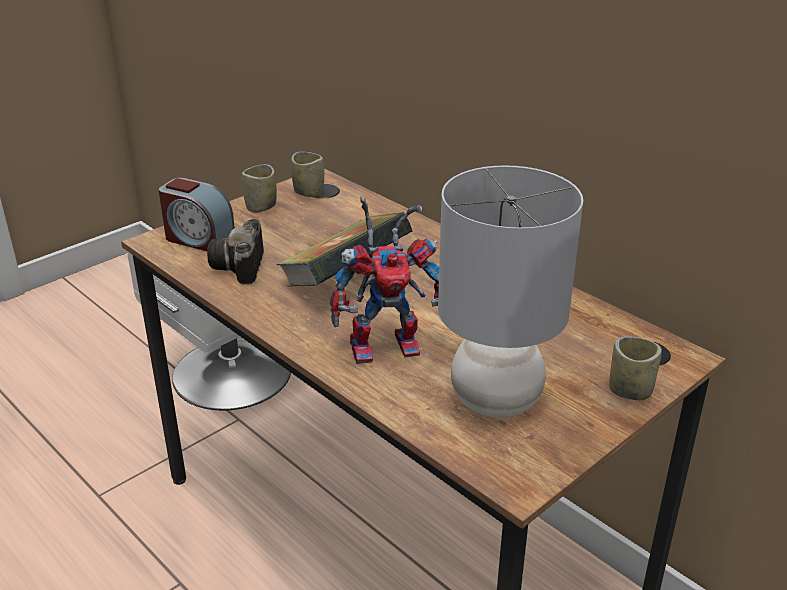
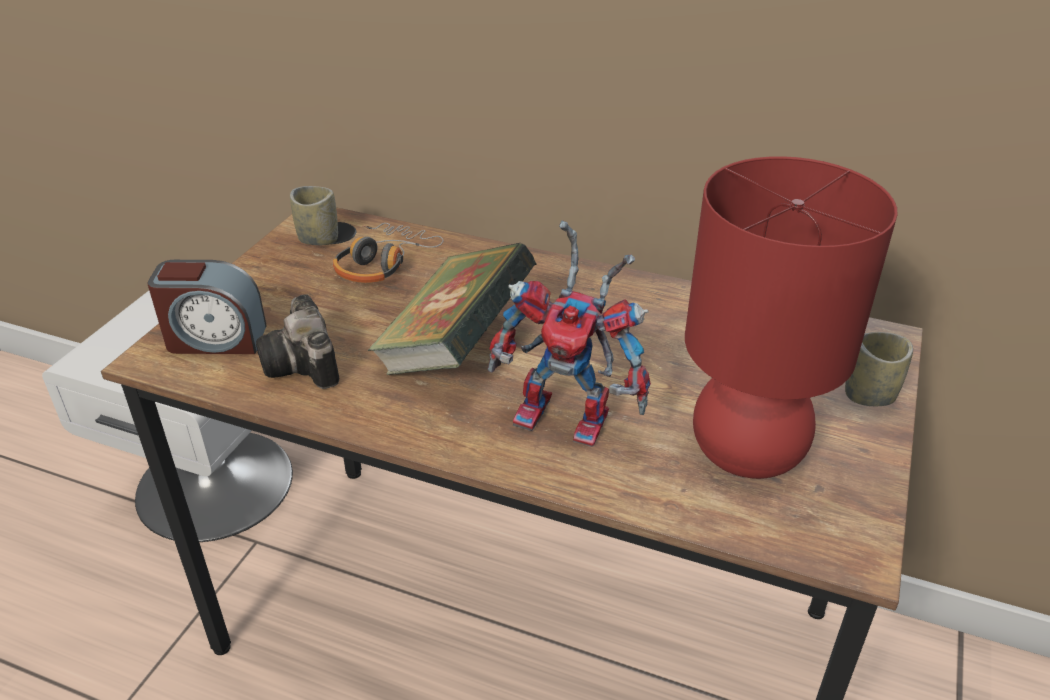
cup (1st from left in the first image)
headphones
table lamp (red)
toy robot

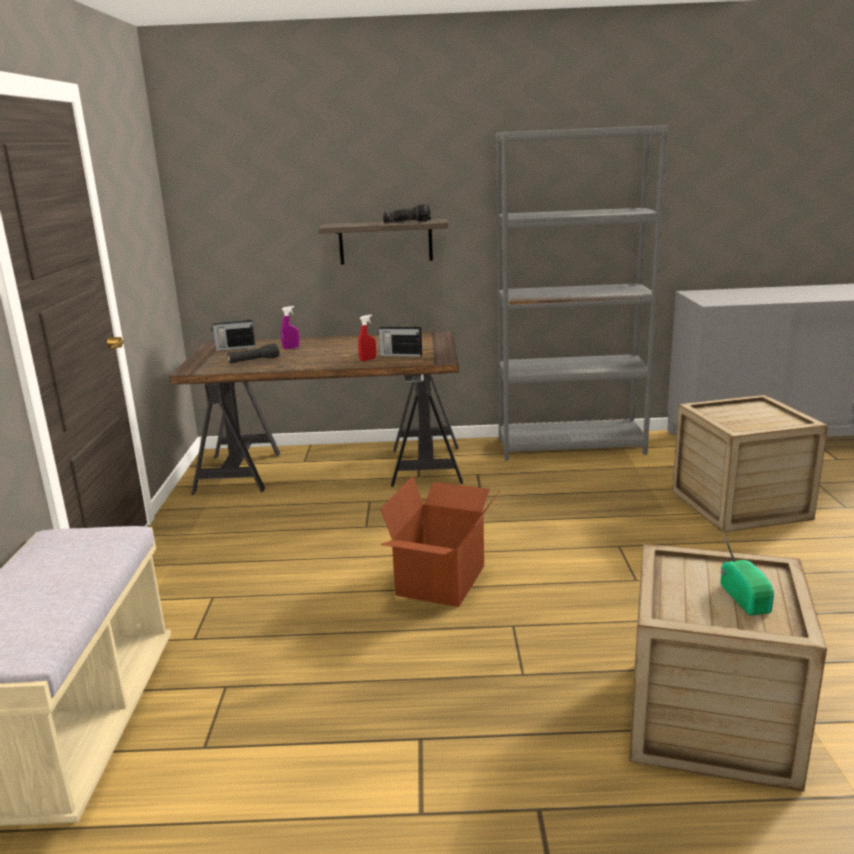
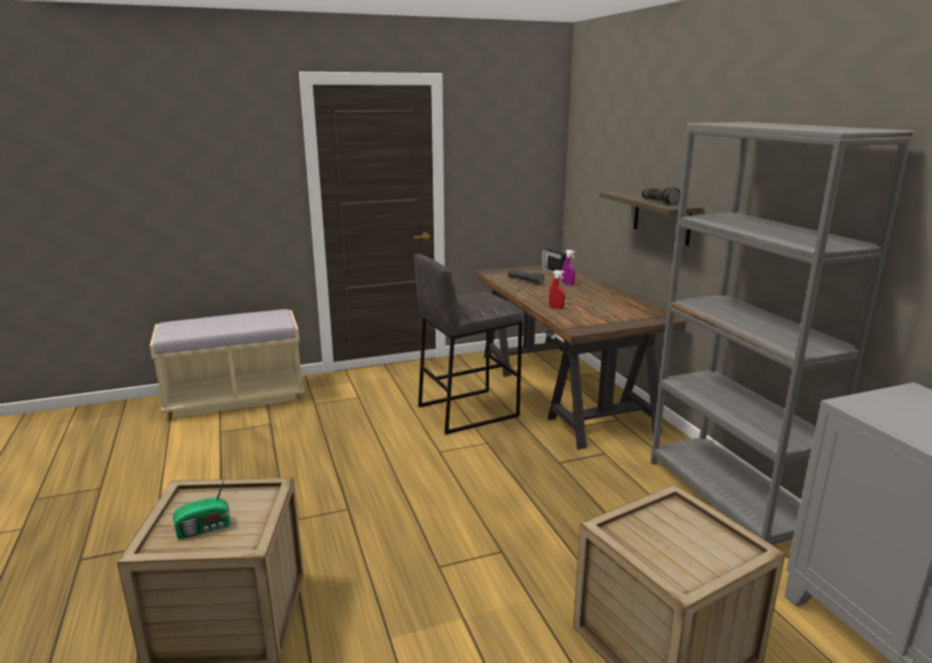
radio (2nd from left in the first image)
cardboard box
stool (grey)

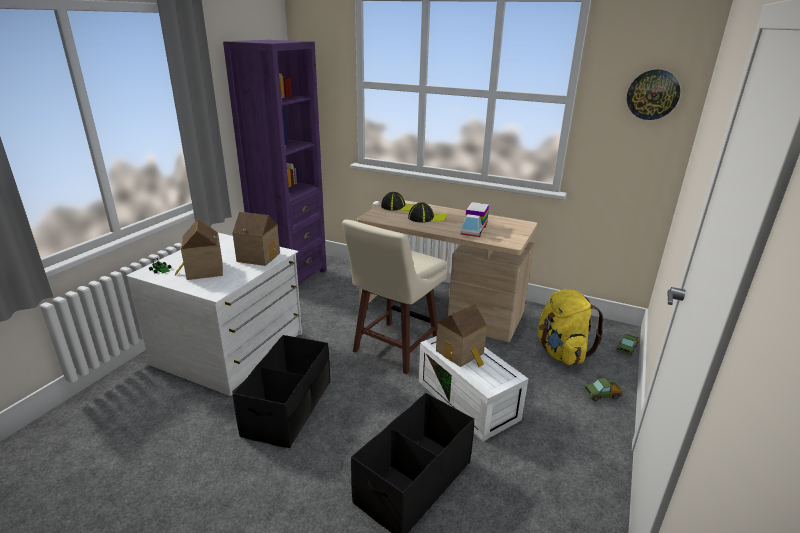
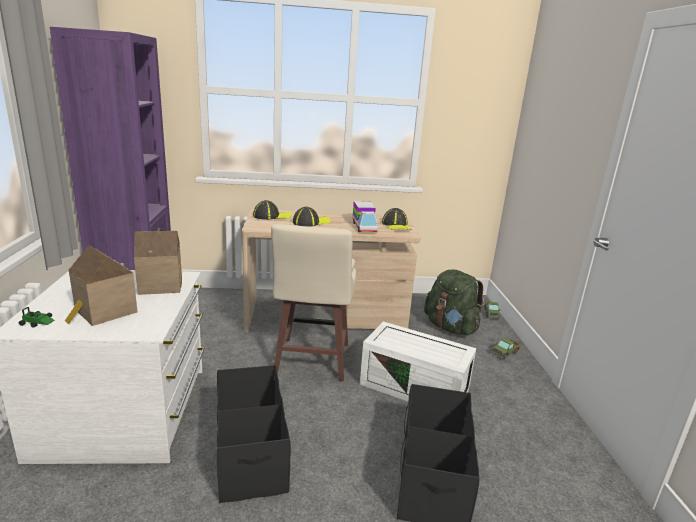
toy house (3rd from left in the first image)
wall clock
cap (3rd from left)
backpack (green)

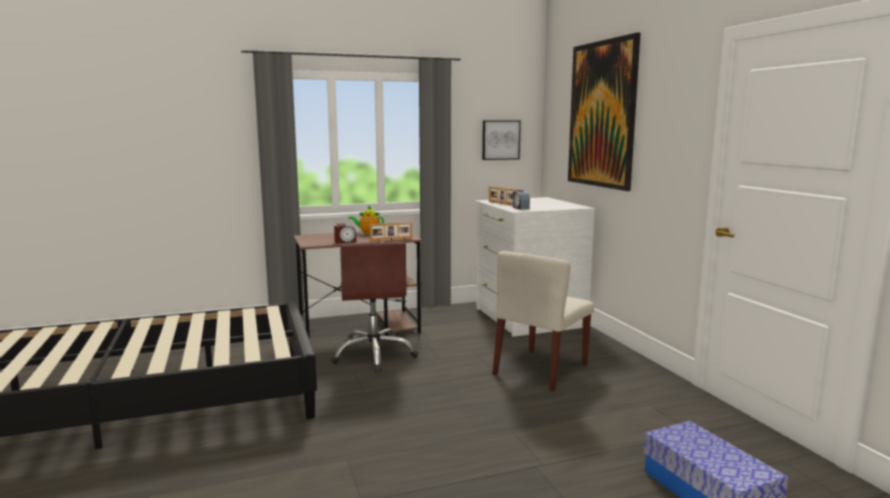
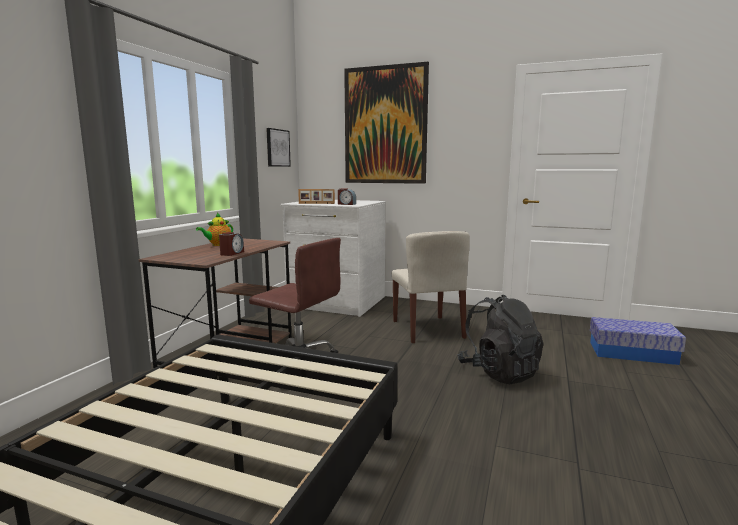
picture frame (1st from left in the first image)
backpack (black)

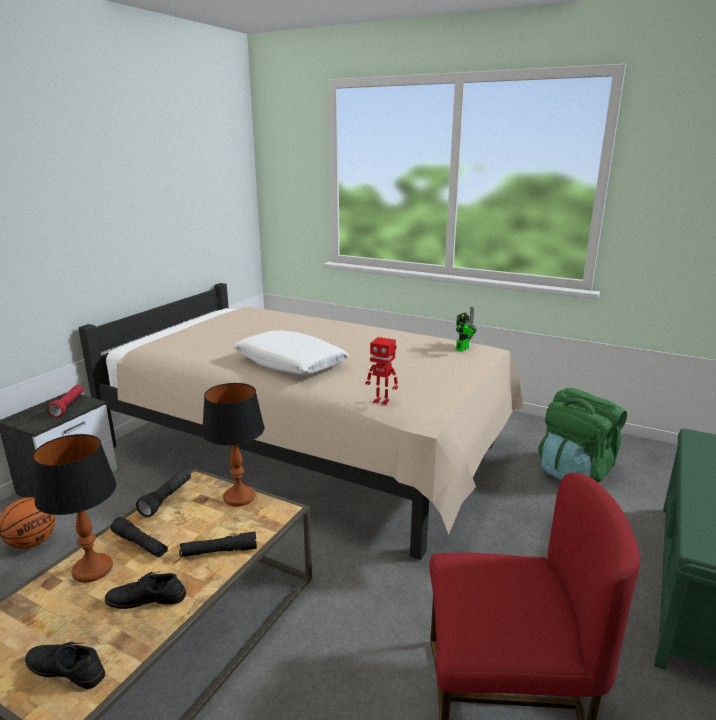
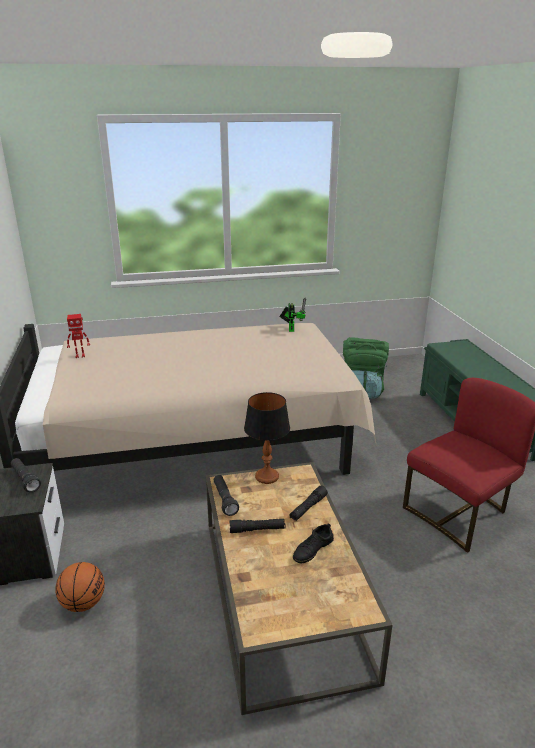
shoe (black) (1st from left in the first image)
table lamp (1st from left in the first image)
pillow (white)
toy robot (1st from left)
flashlight (black) (1st from left)

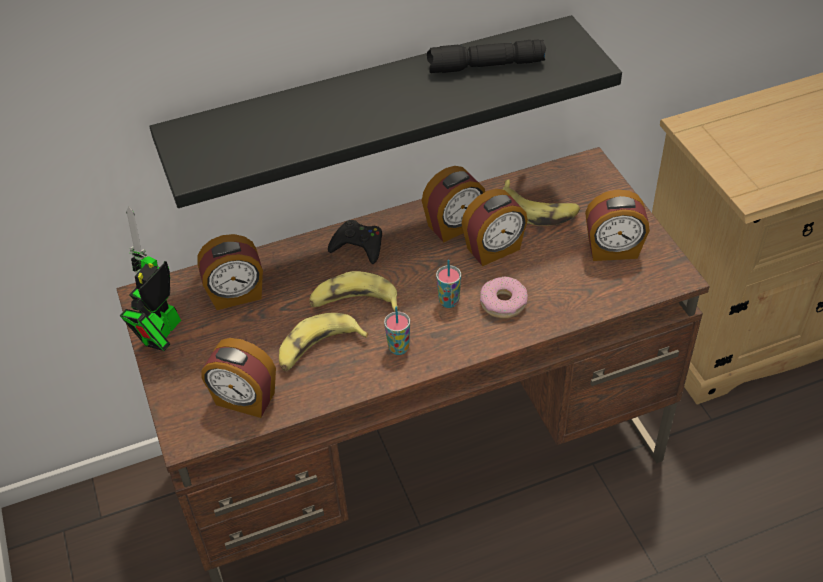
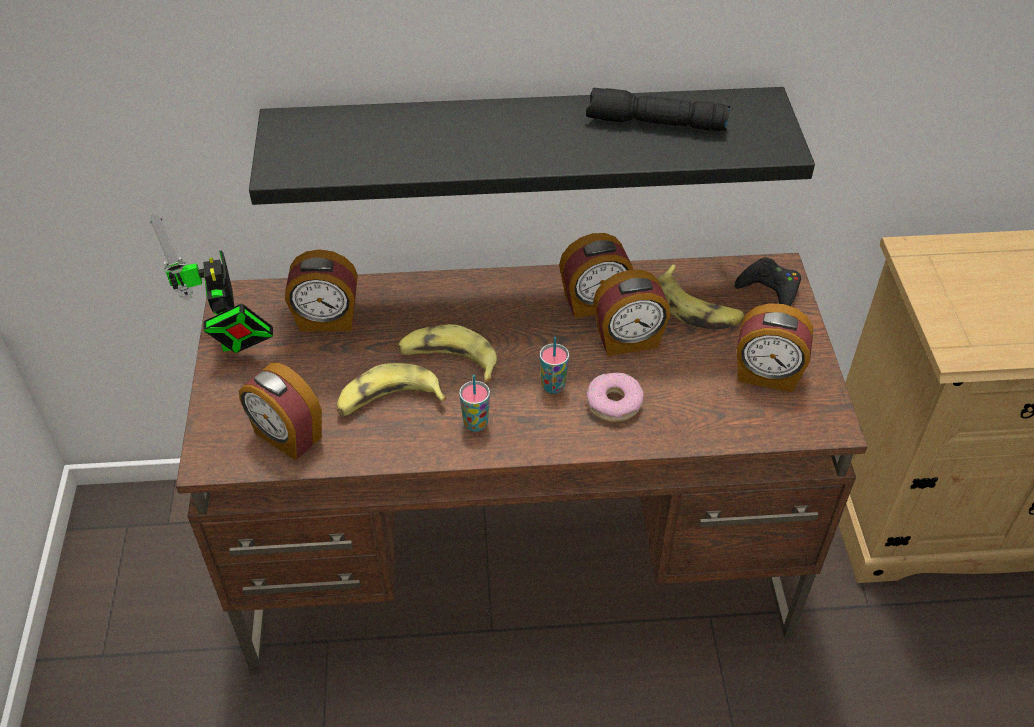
game controller (black)
toy robot

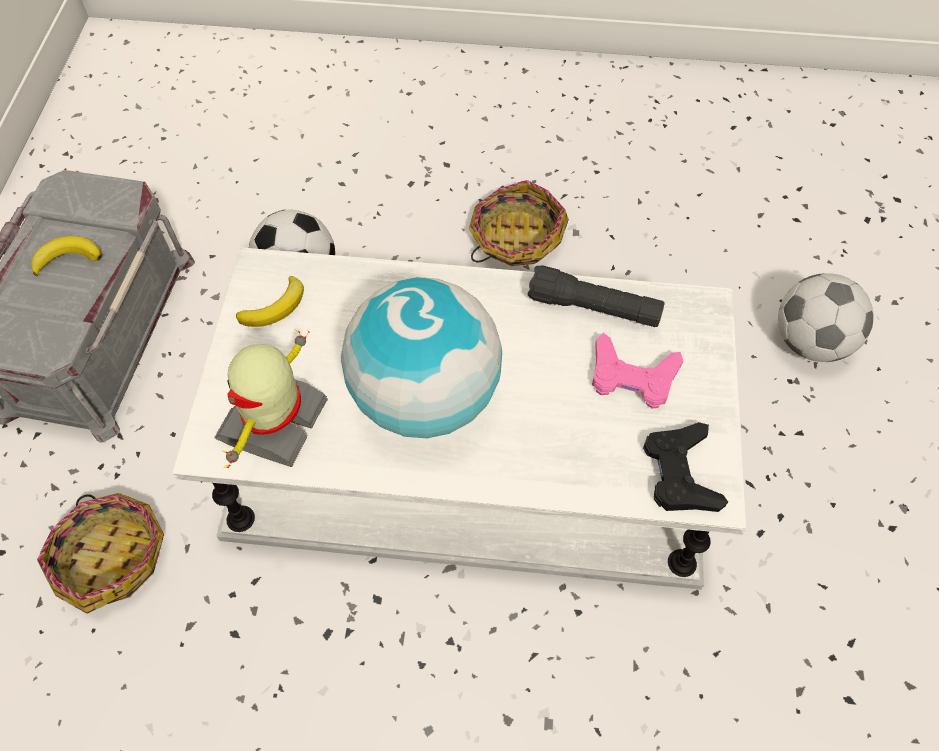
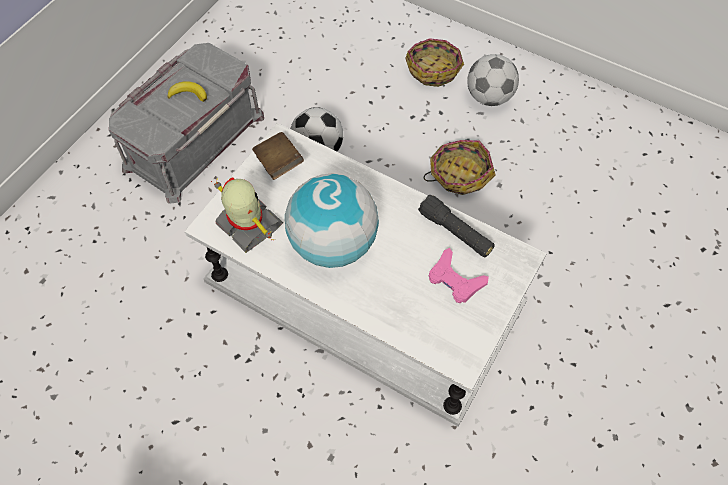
game controller (black)
basket (1st from left)
football (2nd from left)
book (brown)
toy robot

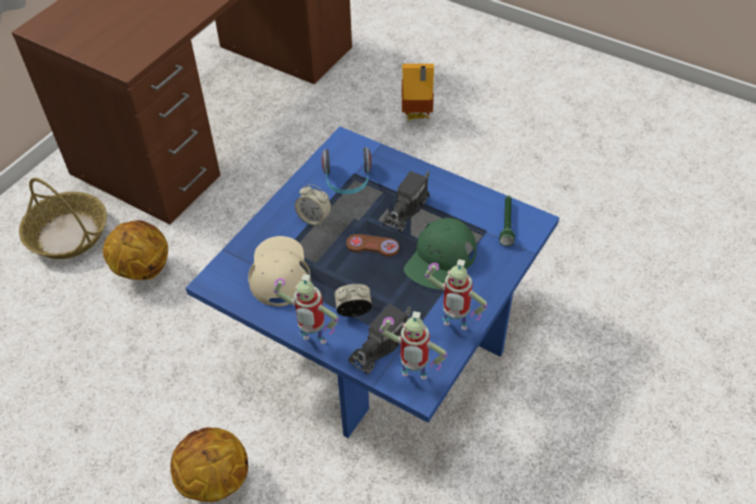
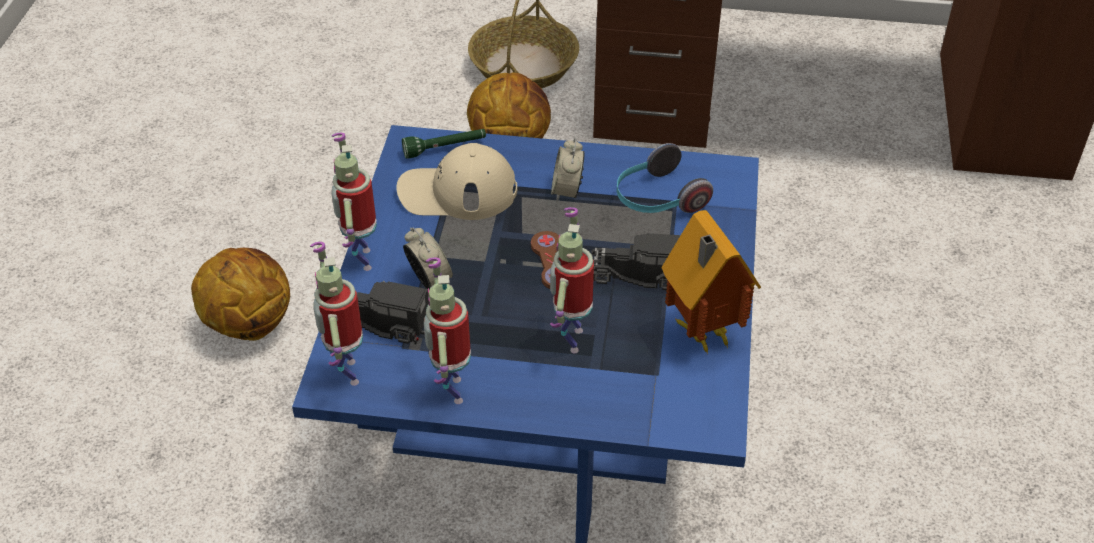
toy house
flashlight (green)
toy robot (4th from left)
cap (beige)

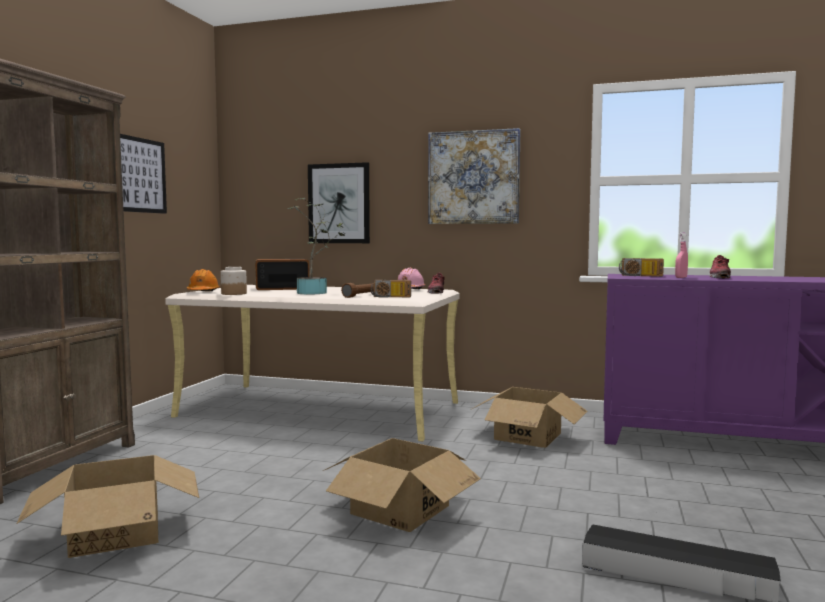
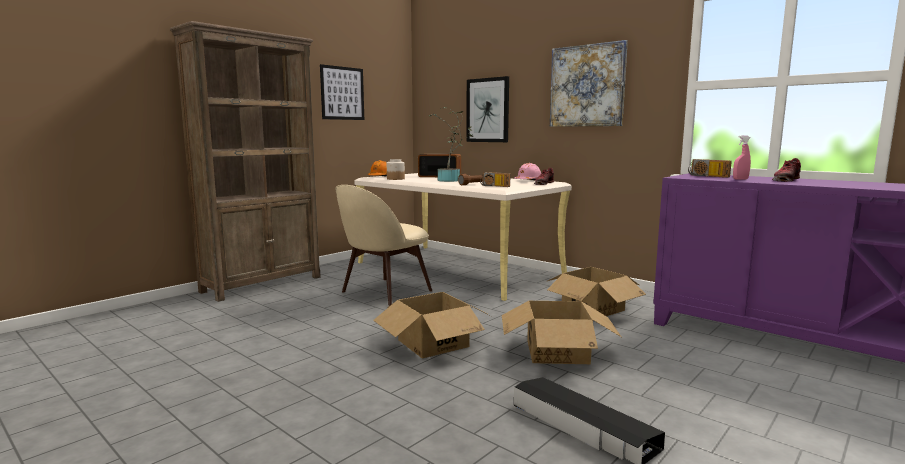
chair (beige)
cardboard box (2nd from left)

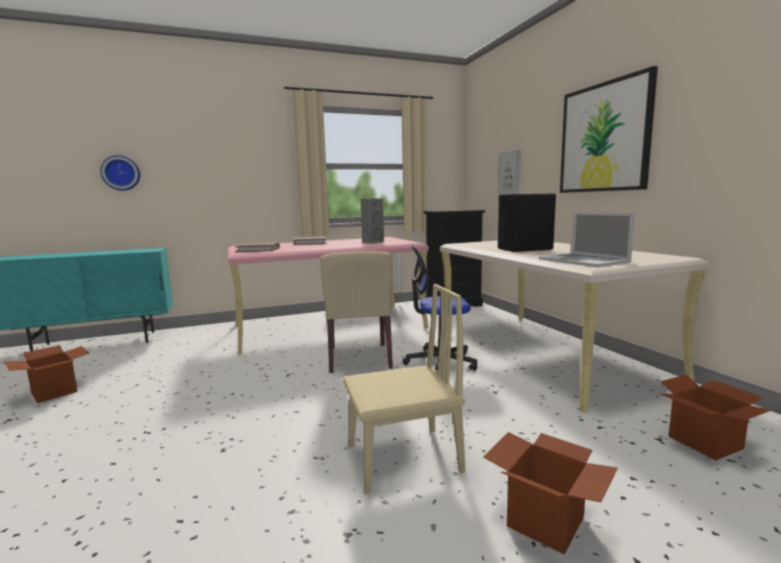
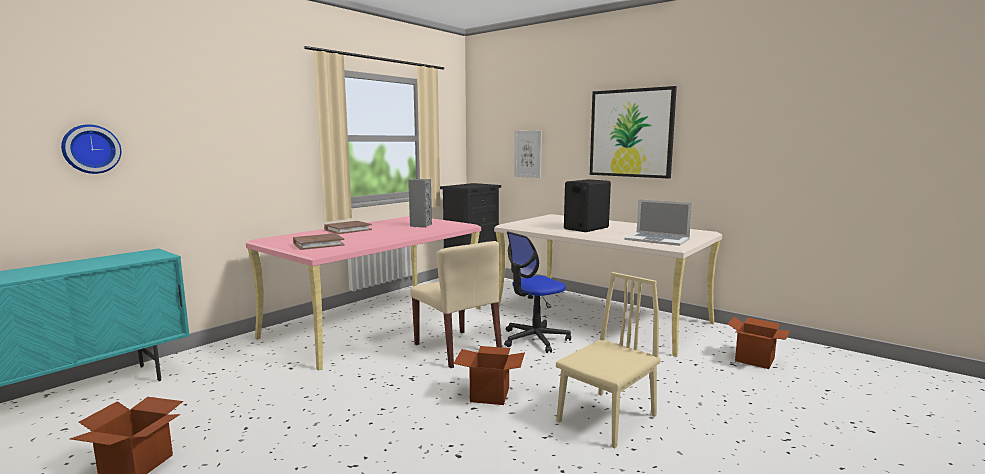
cardboard box (2nd from left)

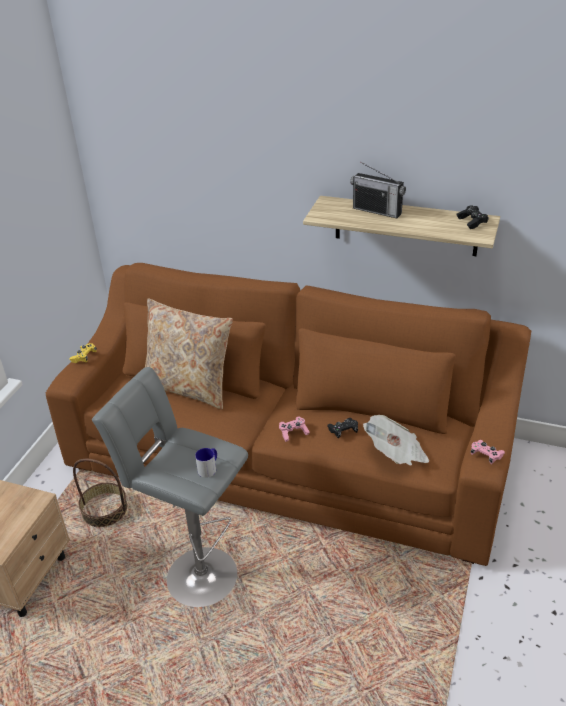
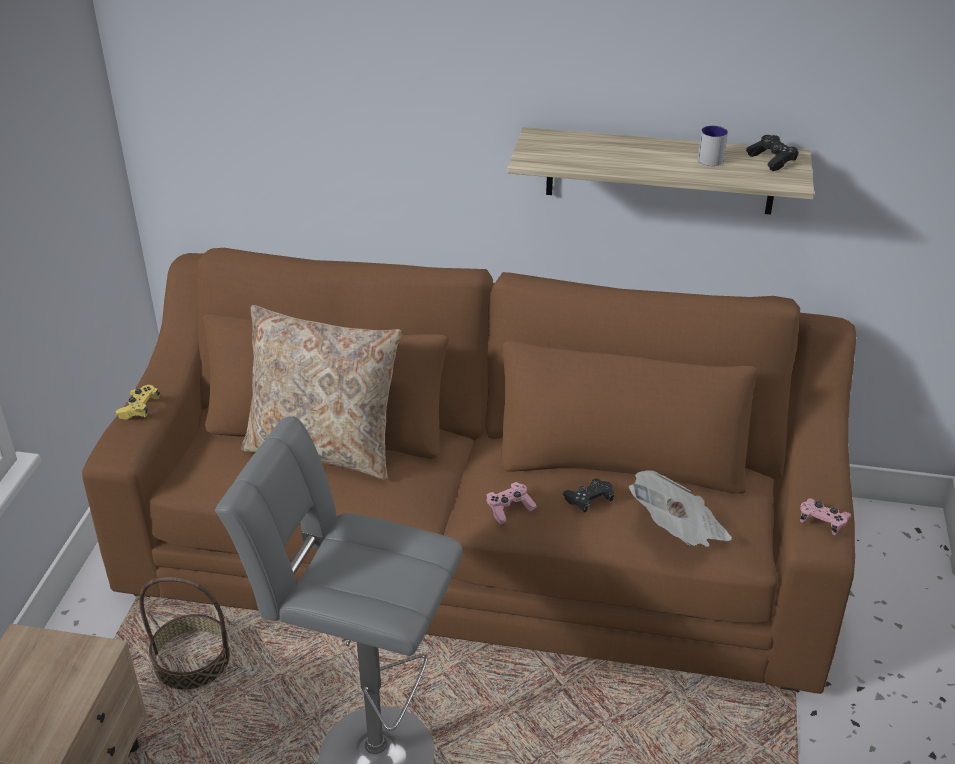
radio
mug

